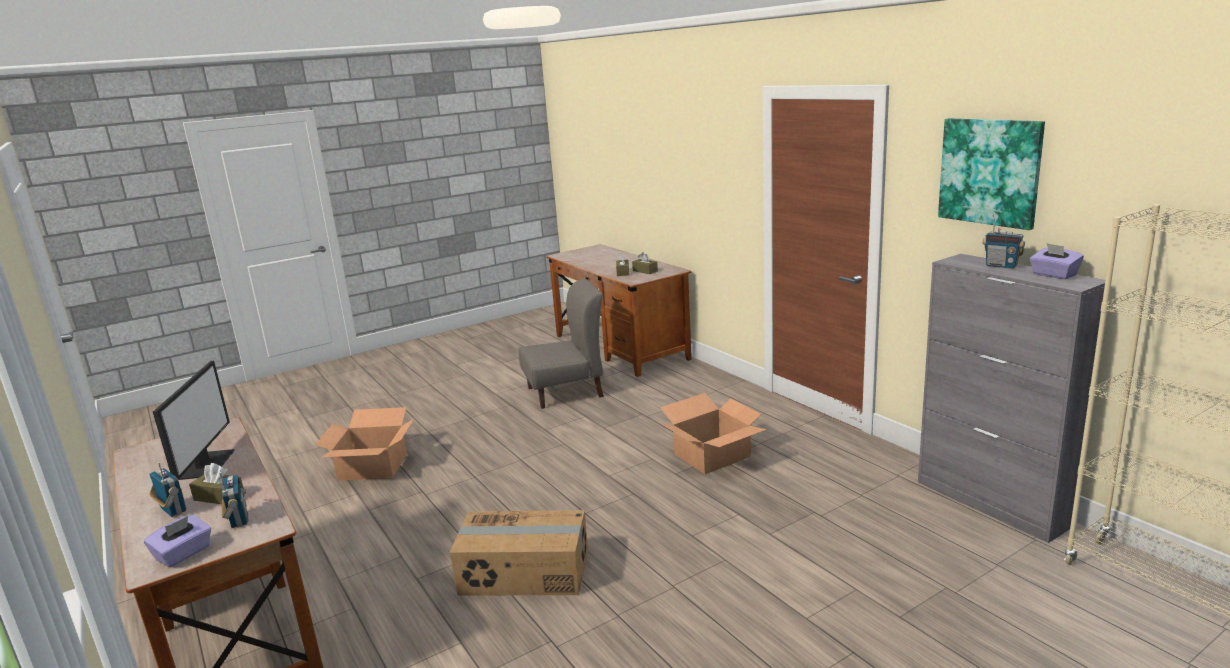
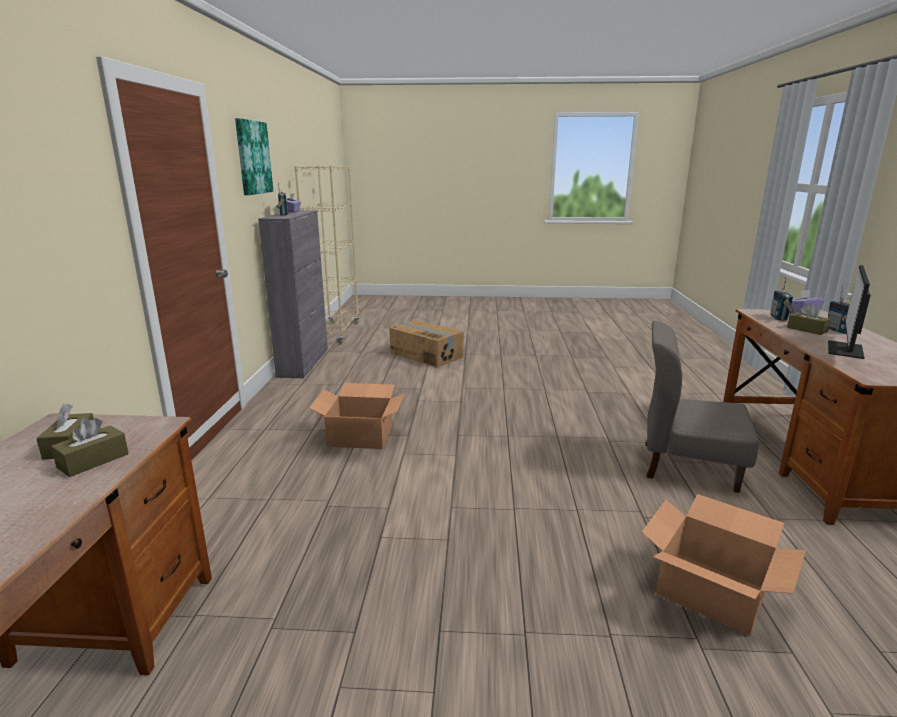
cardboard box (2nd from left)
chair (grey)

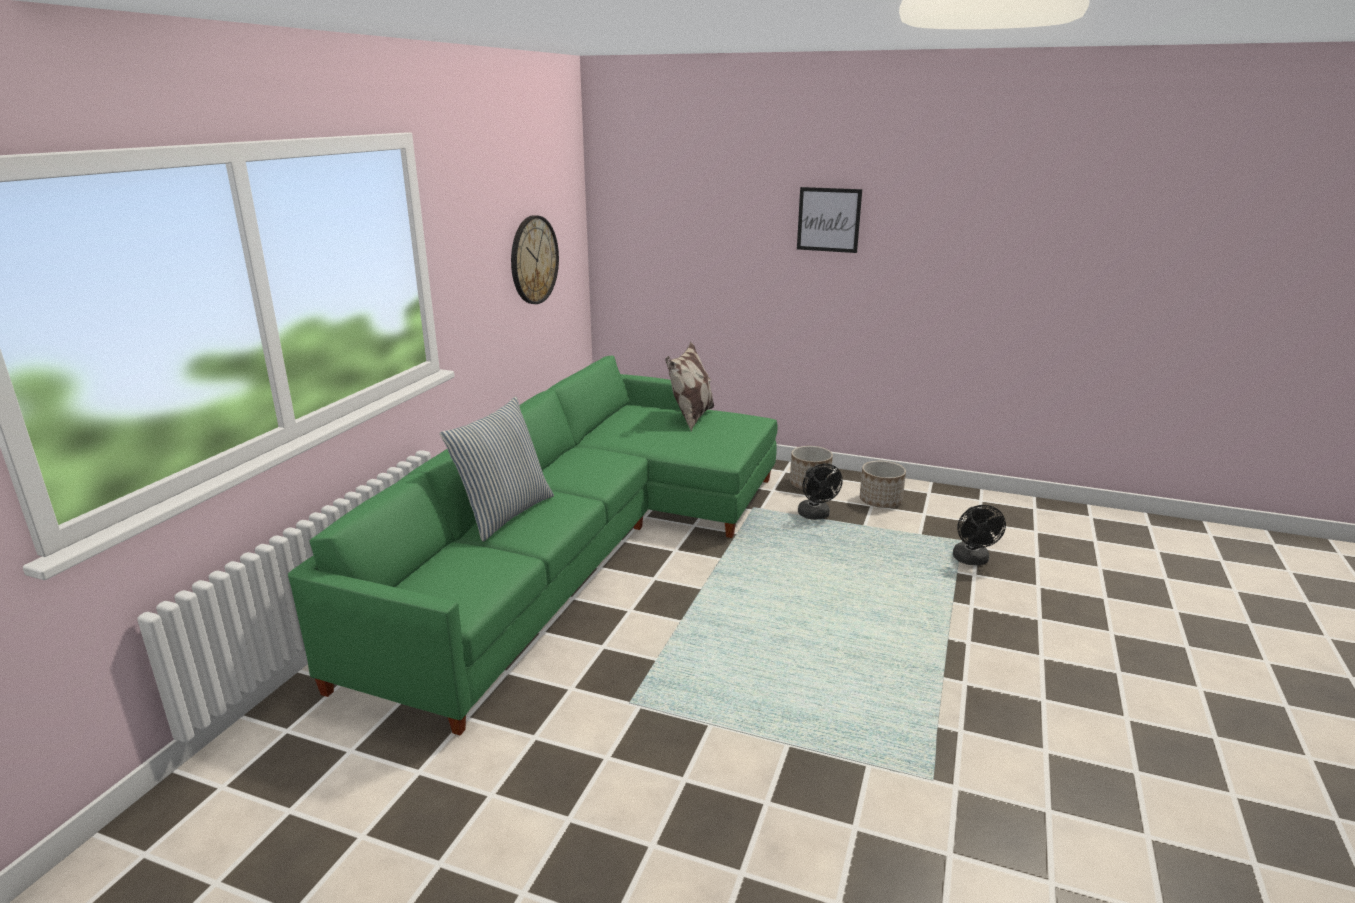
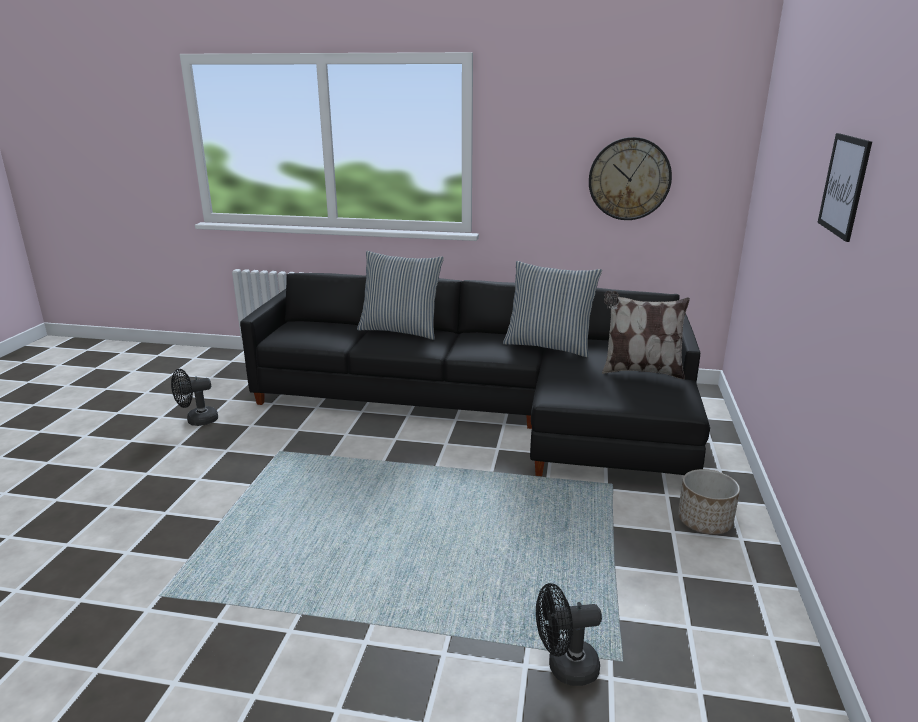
planter (2nd from left in the first image)
pillow (2nd from left)
fan (black) (1st from left)
sofa (black)

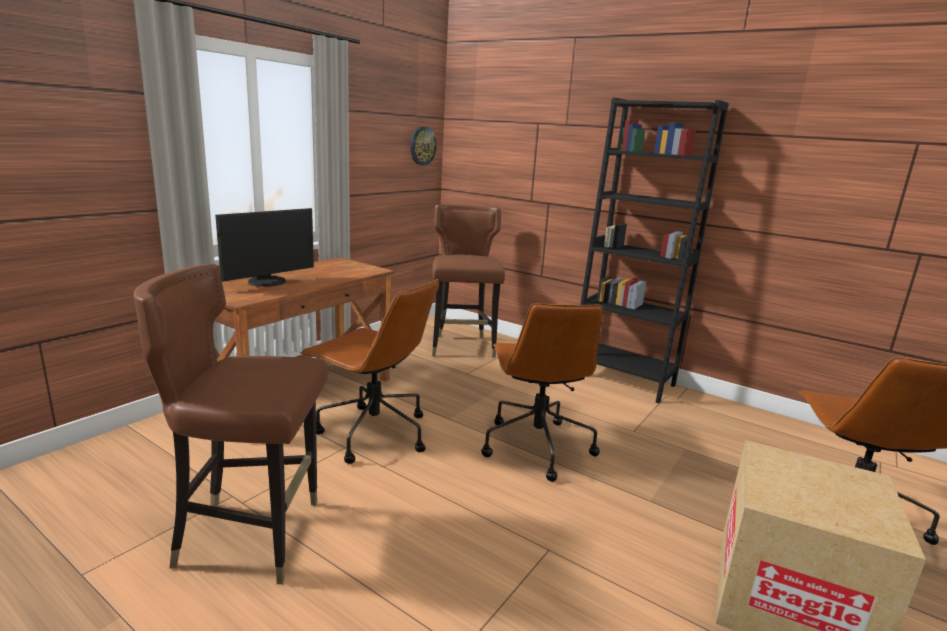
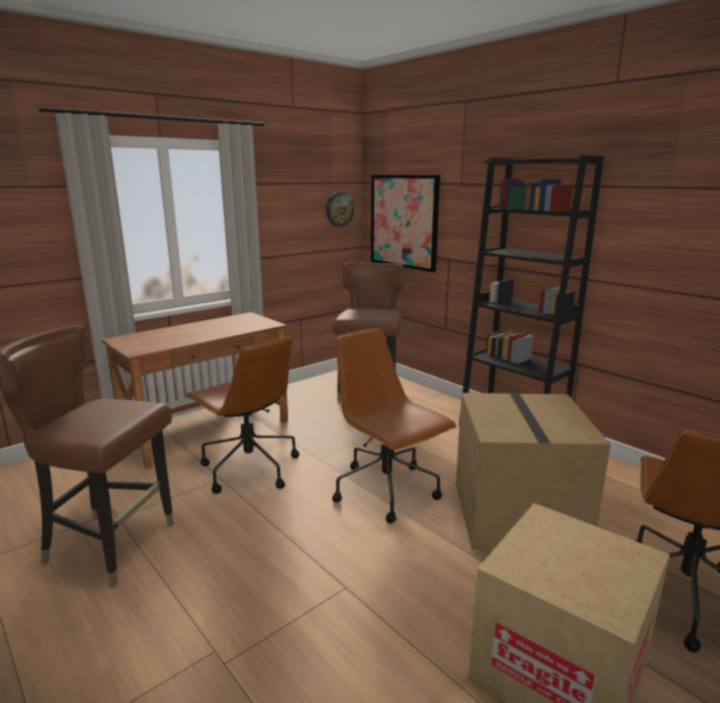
monitor
picture
cardboard box (1st from left)
office chair (brown) (2nd from left)

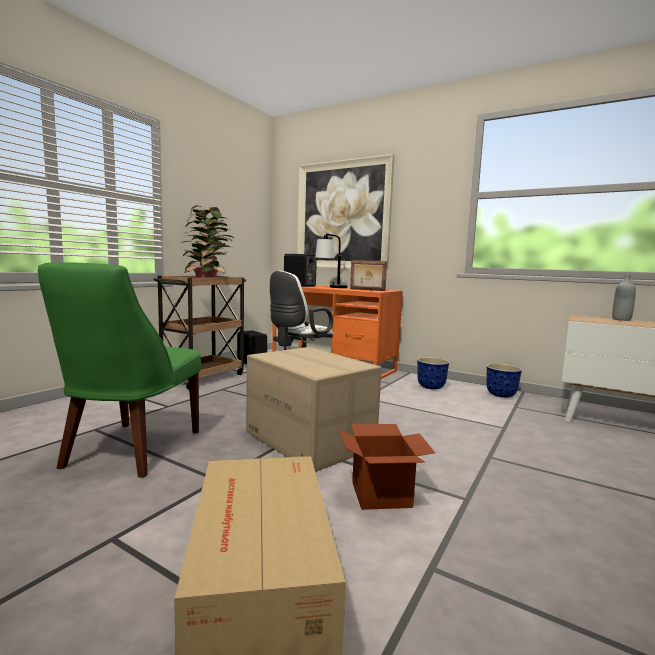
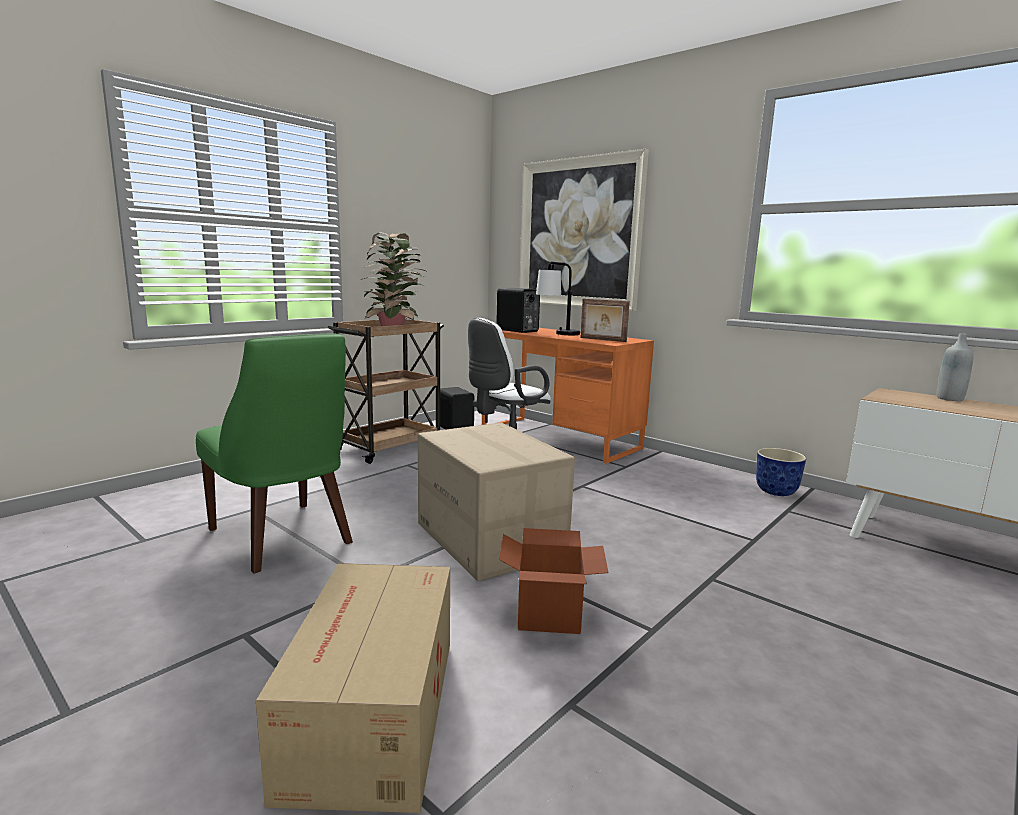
planter (1st from left in the first image)
chair (green)

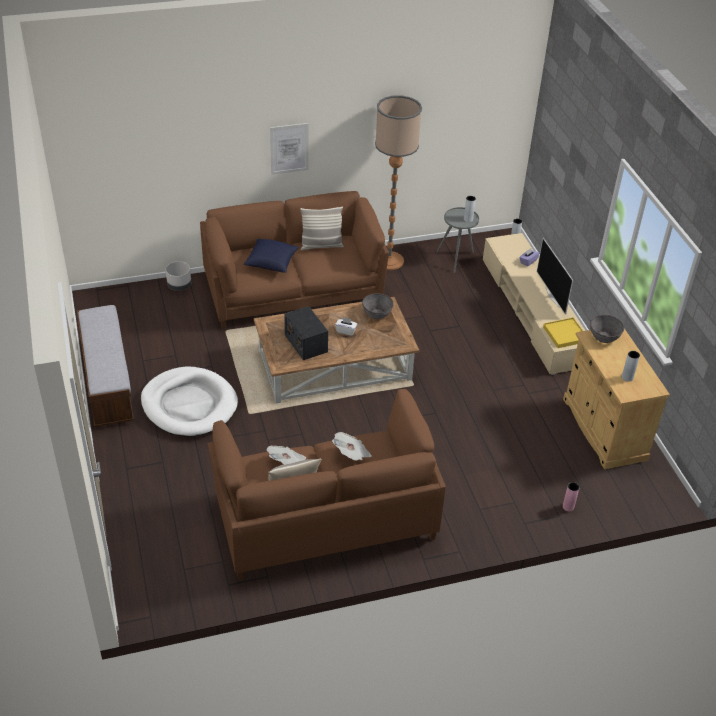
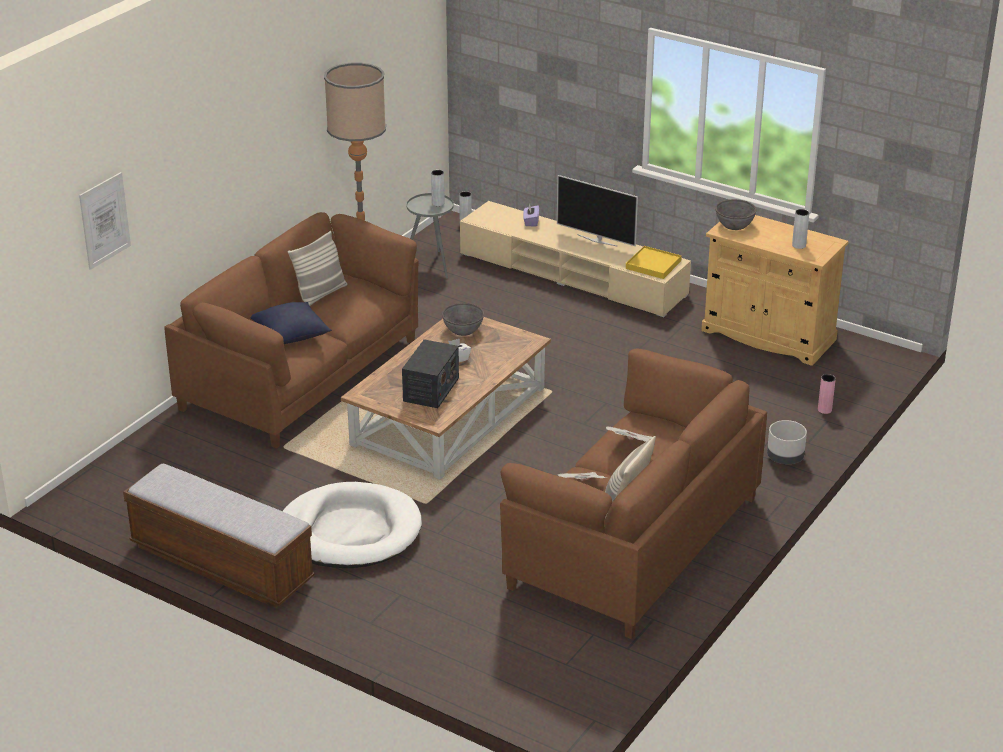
planter (grey)
picture
radio

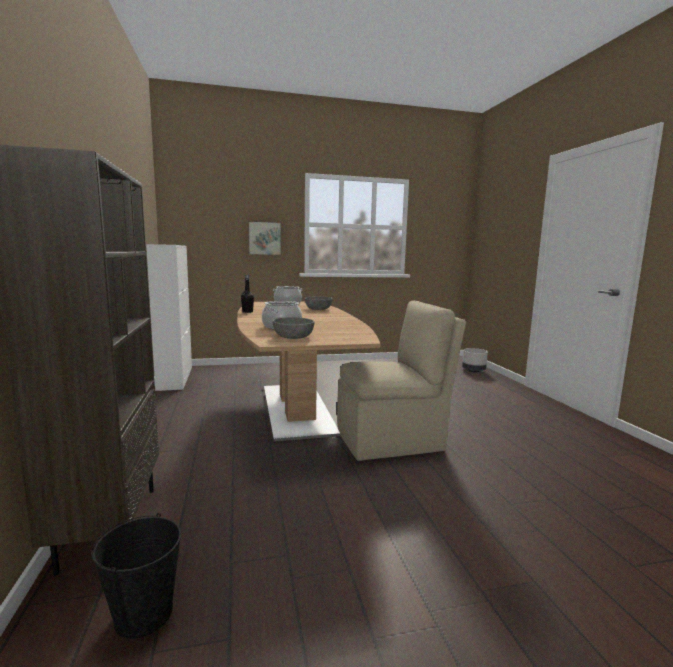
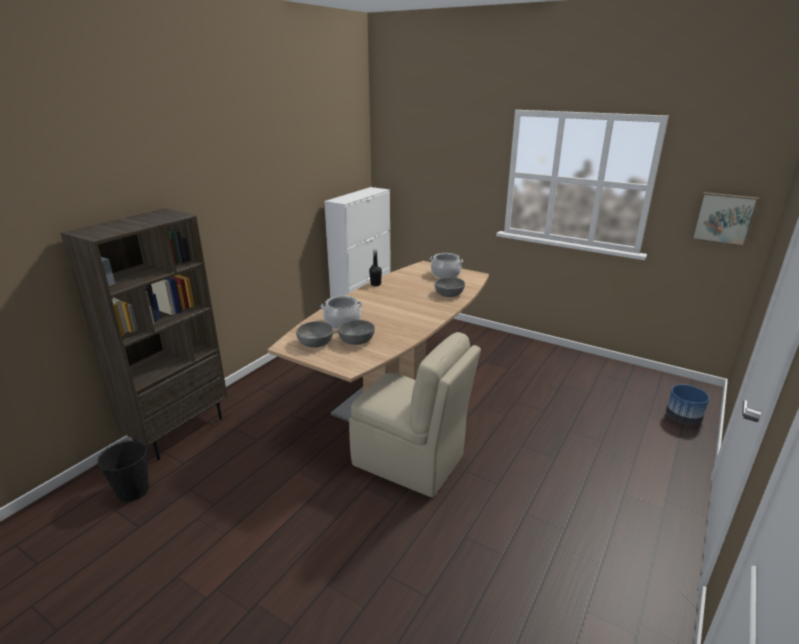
bowl (grey) (2nd from left)
picture
planter (blue)

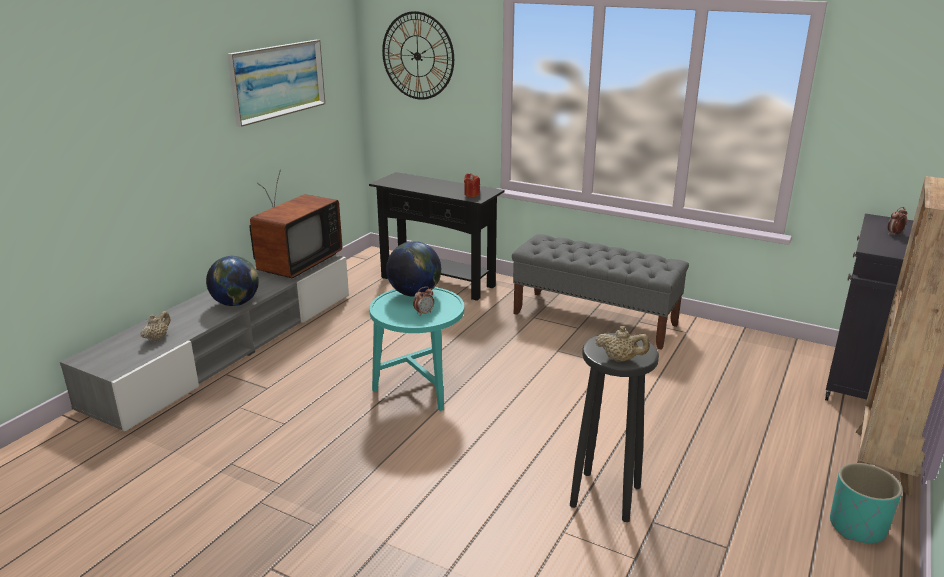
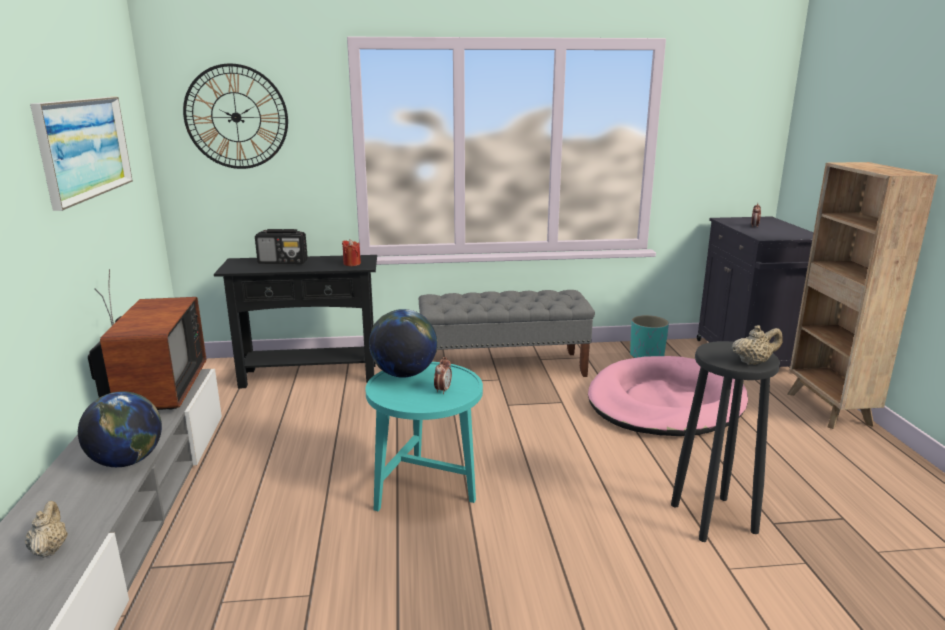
radio
dog bed (pink)
planter (turquoise)

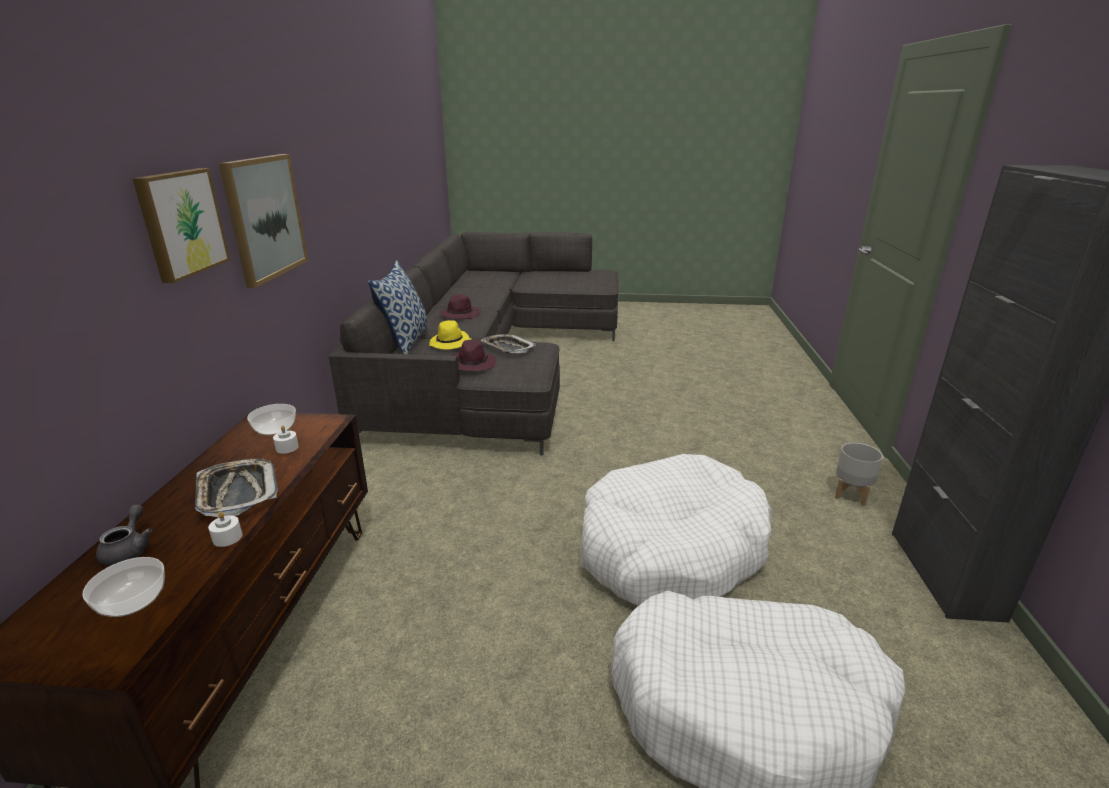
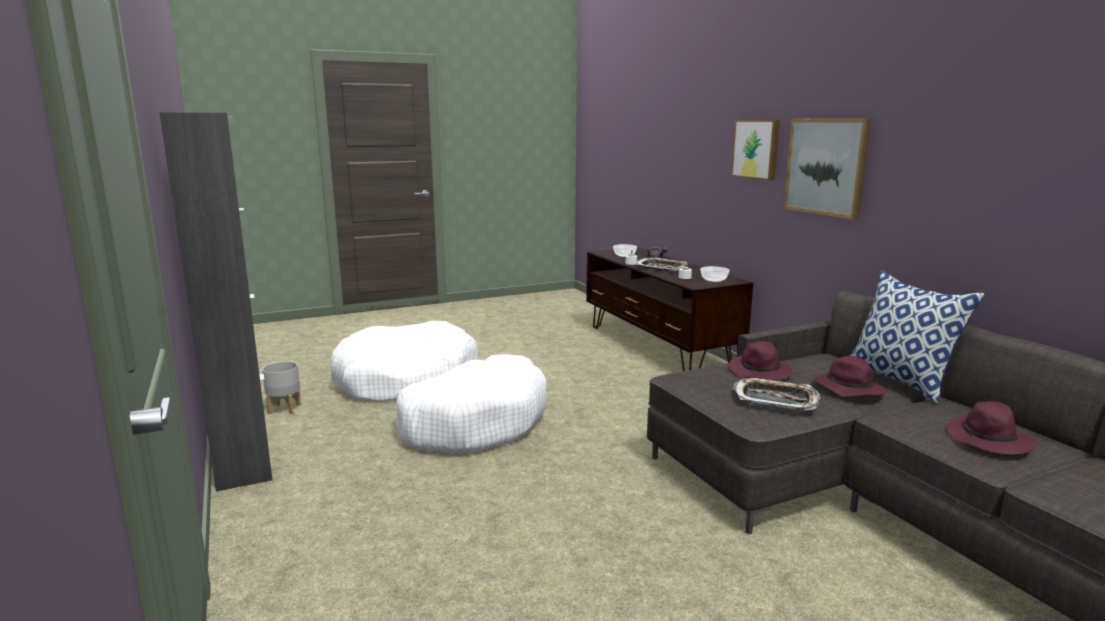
planter (grey)
hat (purple) (2nd from left)

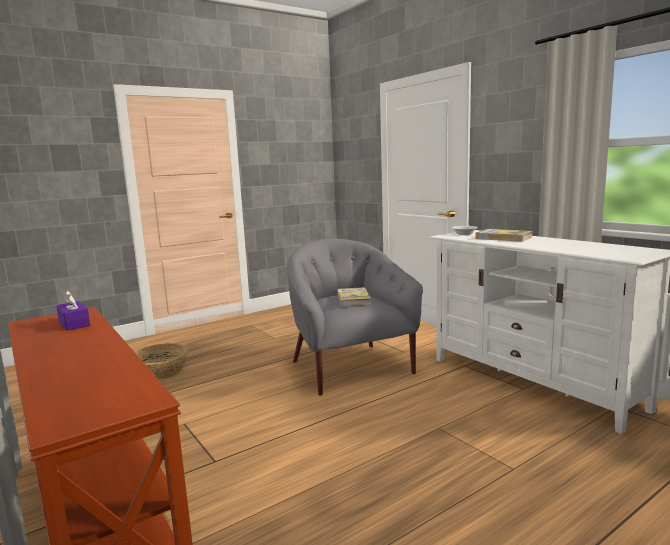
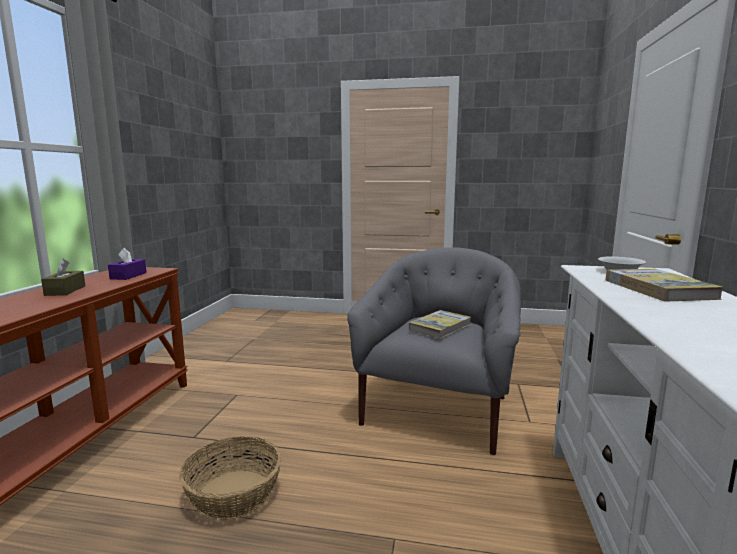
tissue box (brown)
basket

